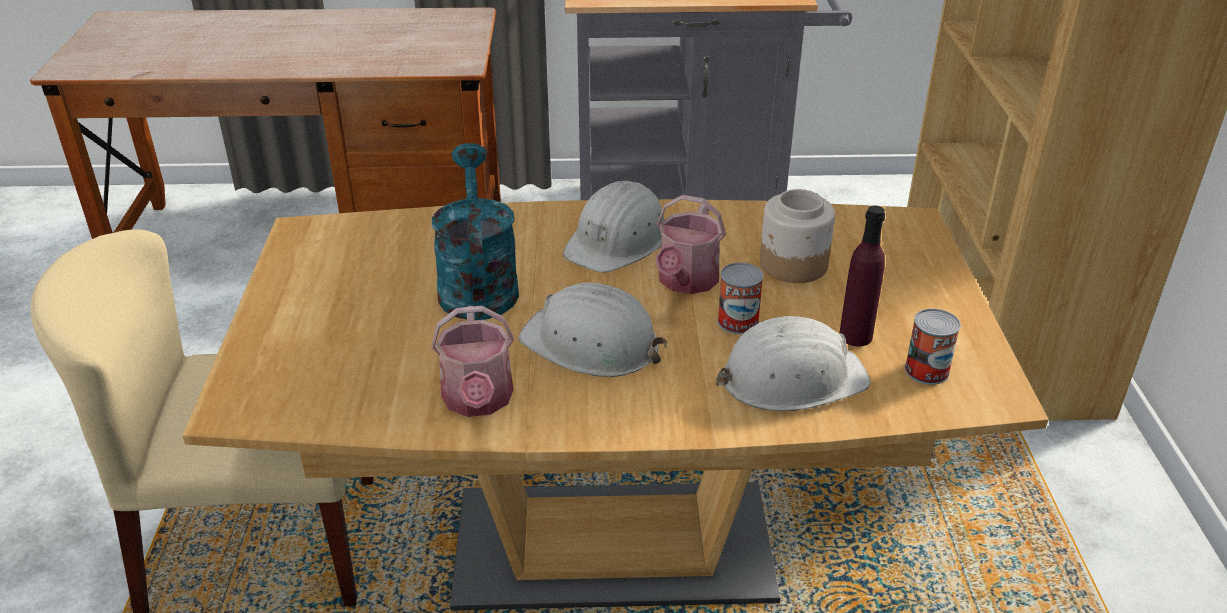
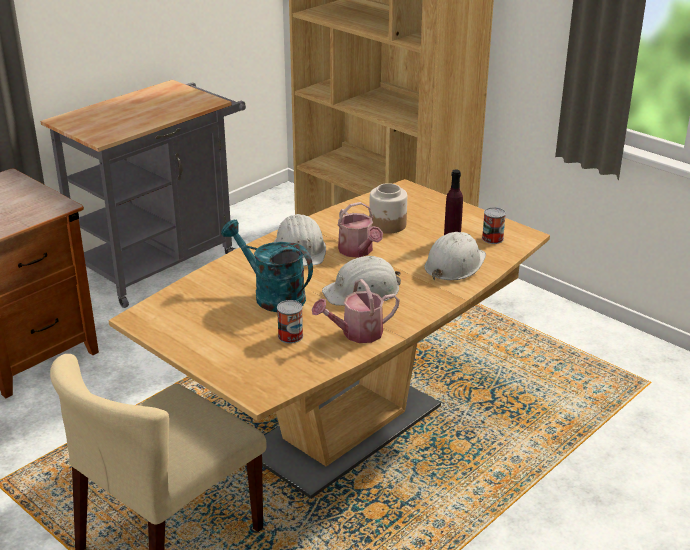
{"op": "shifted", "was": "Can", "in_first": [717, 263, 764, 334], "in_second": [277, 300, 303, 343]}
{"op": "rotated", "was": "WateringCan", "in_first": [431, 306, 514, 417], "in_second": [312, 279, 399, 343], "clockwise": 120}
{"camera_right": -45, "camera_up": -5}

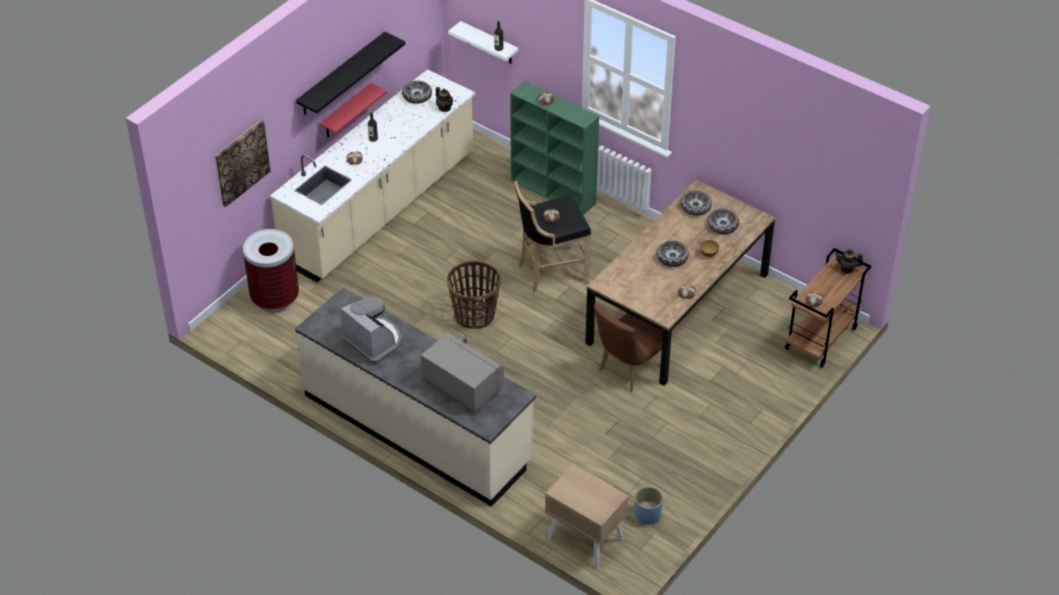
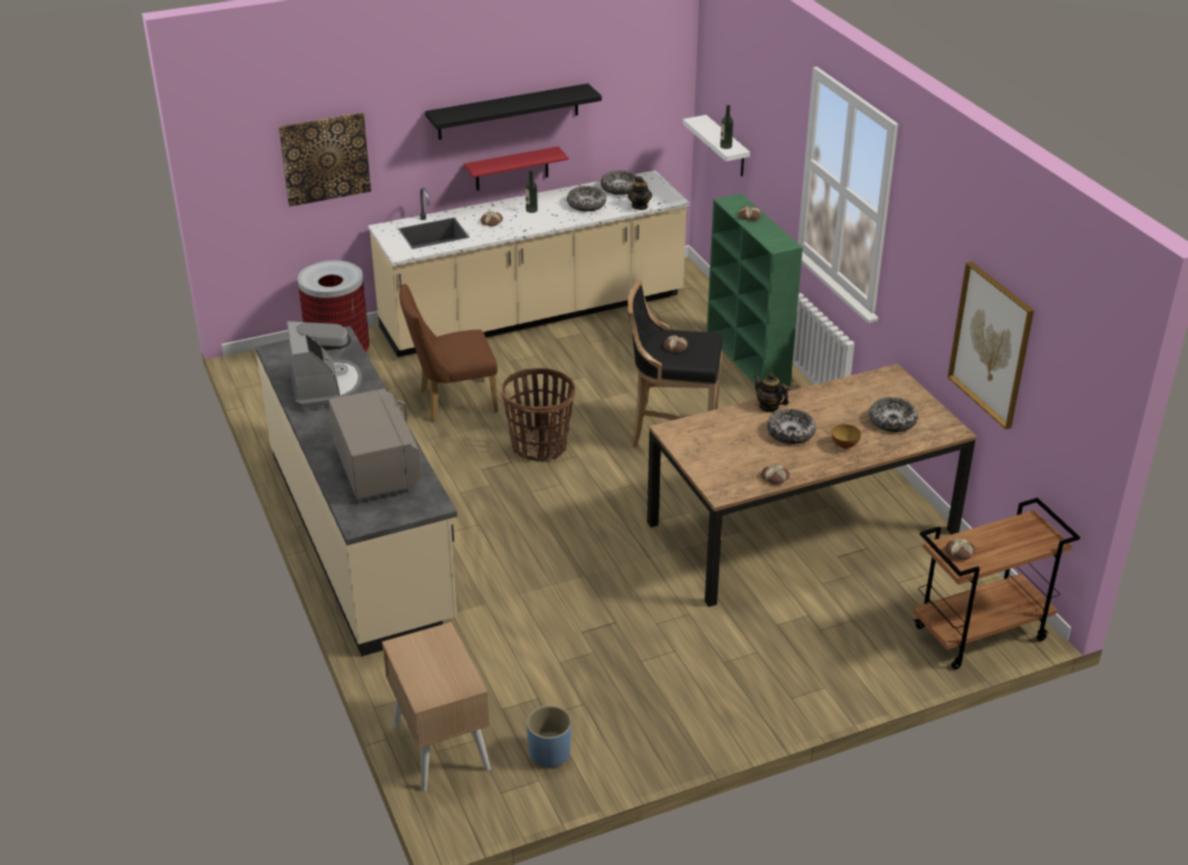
{"op": "new", "now": "Picture", "in_second": [948, 261, 1034, 429]}
{"op": "shifted", "was": "BrownChair", "in_first": [594, 304, 663, 392], "in_second": [399, 284, 498, 421]}
{"op": "shifted", "was": "Bowl", "in_first": [680, 190, 712, 216], "in_second": [567, 186, 606, 211]}
{"op": "shifted", "was": "Teapot", "in_first": [835, 249, 864, 274], "in_second": [753, 373, 789, 412]}
{"camera_right": 30, "camera_up": -10}

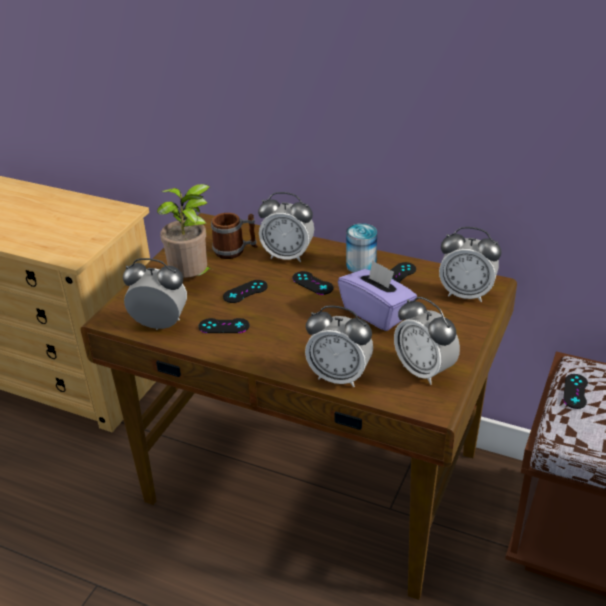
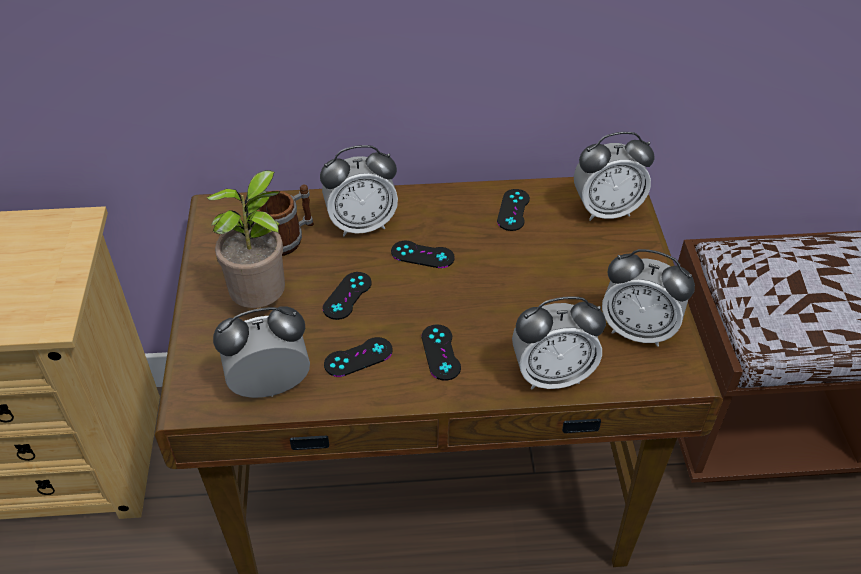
{"op": "gone", "was": "PurpleTissueBox", "in_first": [338, 260, 417, 331]}
{"op": "gone", "was": "Can", "in_first": [346, 223, 377, 273]}
{"op": "shifted", "was": "BlackGameController", "in_first": [563, 374, 588, 409], "in_second": [422, 324, 461, 381]}
{"camera_right": -30, "camera_up": 10}

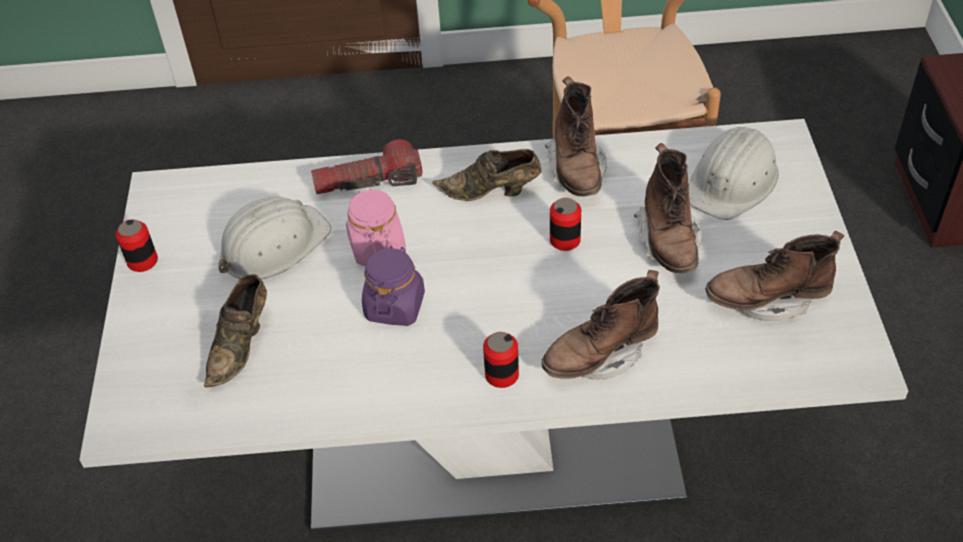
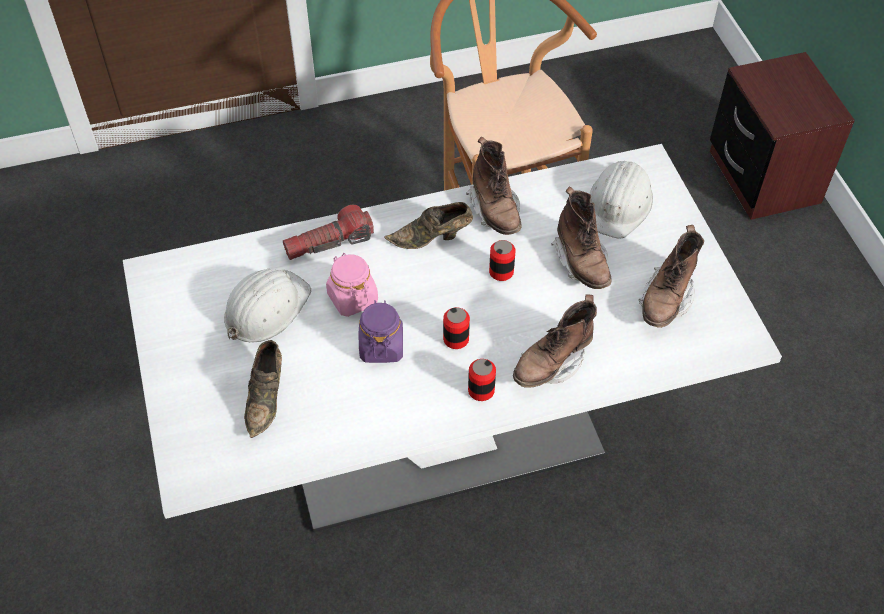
{"op": "shifted", "was": "Can", "in_first": [116, 219, 158, 272], "in_second": [443, 307, 470, 349]}
{"op": "rotated", "was": "BrownBoot", "in_first": [706, 231, 844, 321], "in_second": [639, 225, 704, 328], "clockwise": -45}
{"camera_right": -15, "camera_up": 5}

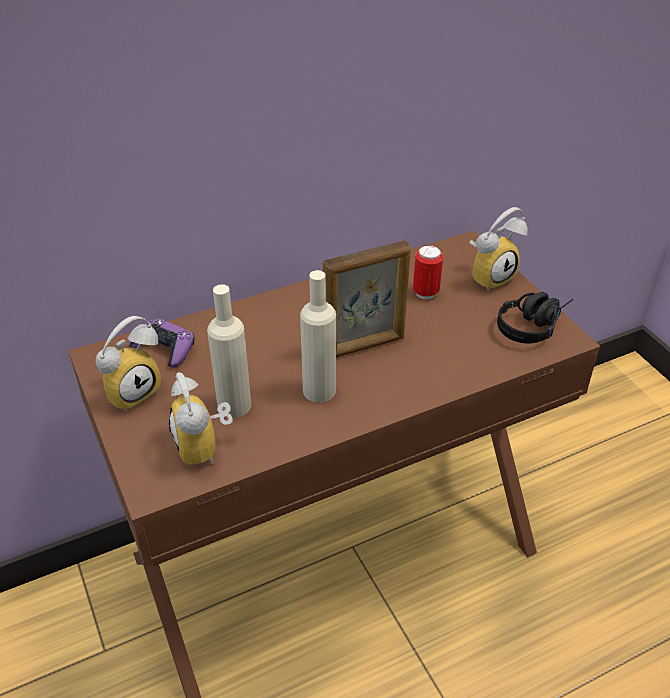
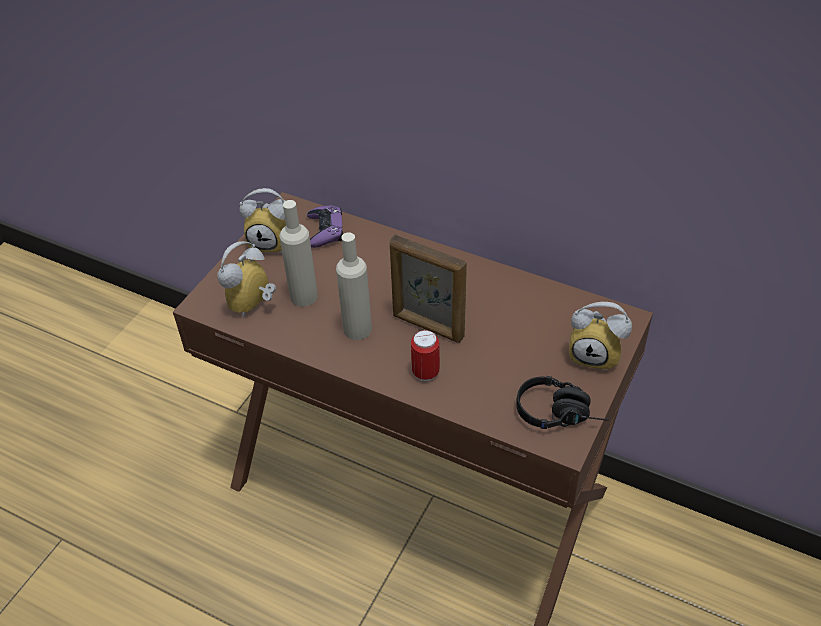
{"op": "shifted", "was": "Can", "in_first": [413, 245, 443, 299], "in_second": [411, 330, 440, 381]}
{"camera_right": 55, "camera_up": 5}

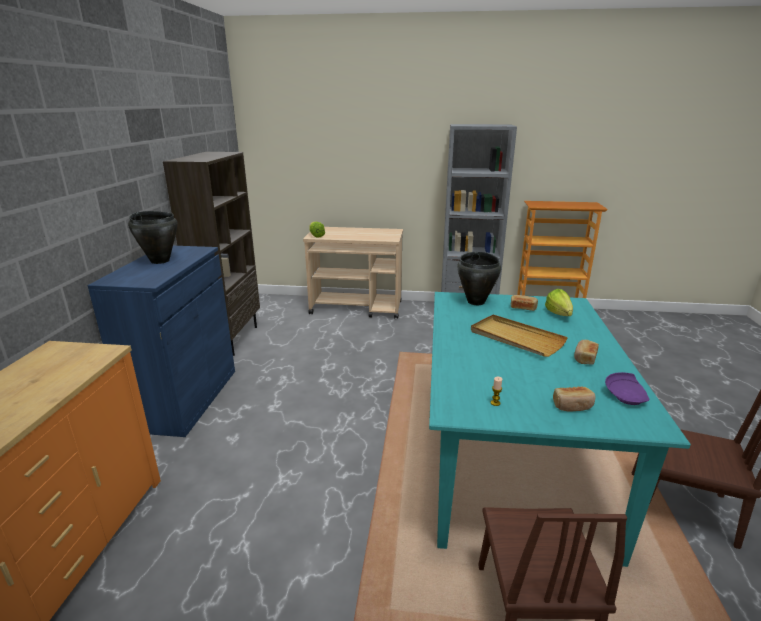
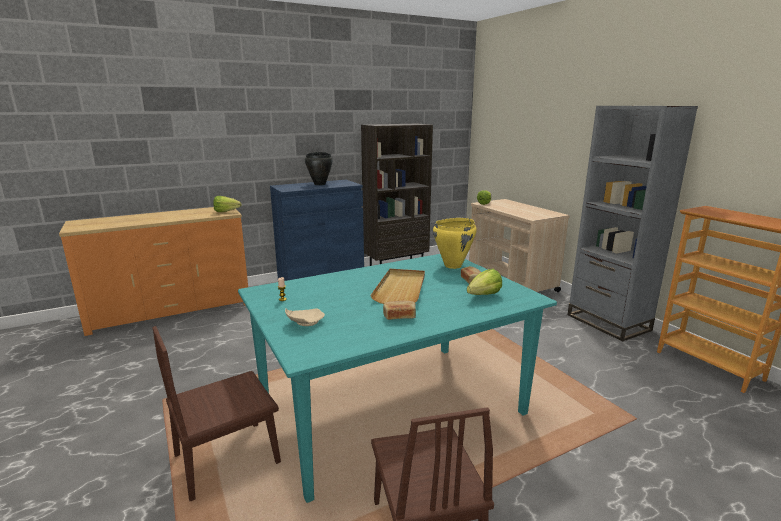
{"op": "gone", "was": "PurplePlate", "in_first": [605, 372, 649, 405]}
{"op": "new", "now": "Lettuce", "in_second": [213, 196, 241, 212]}
{"op": "swapped", "was": "Bread", "now": "BeigePlate", "in_first": [553, 387, 595, 411], "in_second": [285, 308, 325, 326]}
{"op": "repainted", "was": "BlackCookingPot", "now": "YellowCookingPot", "in_first": [457, 252, 501, 305], "in_second": [433, 218, 477, 269]}
{"camera_right": 55, "camera_up": -5}

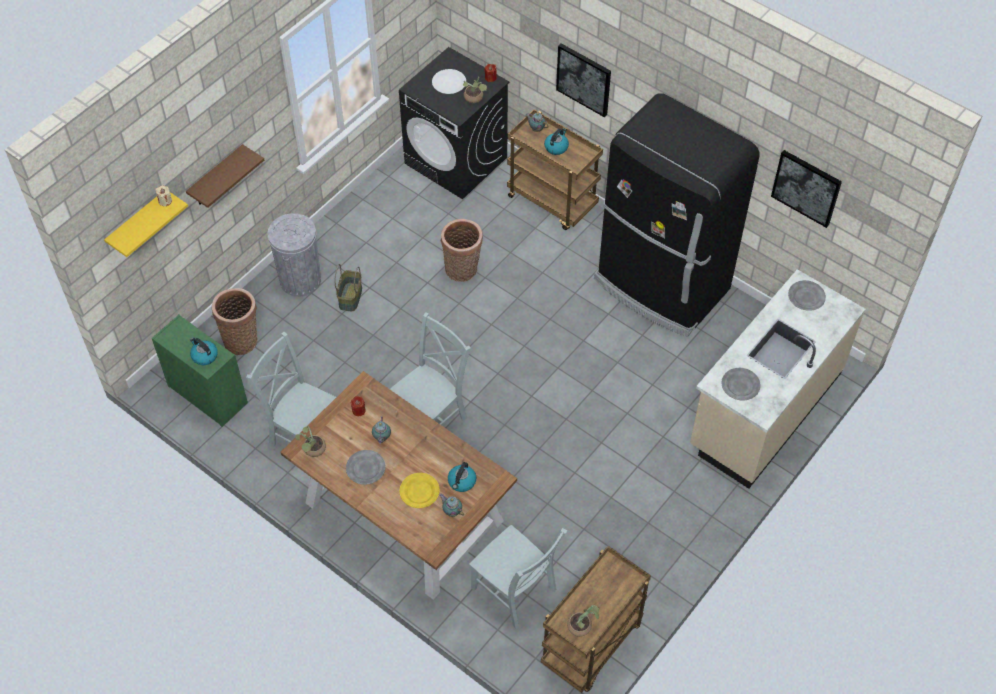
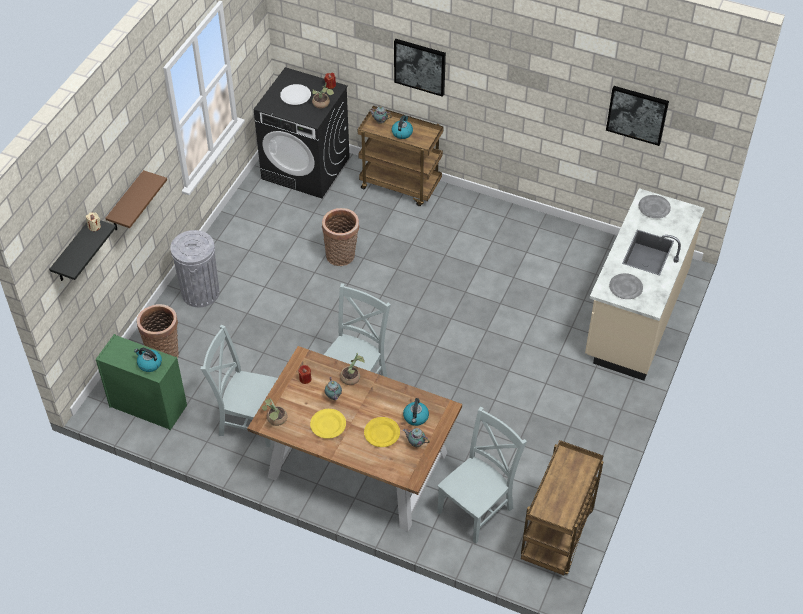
{"op": "gone", "was": "Basket", "in_first": [335, 264, 362, 311]}
{"op": "gone", "was": "BlackFridge", "in_first": [594, 93, 760, 337]}
{"op": "shifted", "was": "PottedPlant", "in_first": [567, 605, 599, 637], "in_second": [340, 353, 365, 385]}
{"op": "repainted", "was": "YellowShelf", "now": "BlackShelf", "in_first": [104, 192, 188, 257], "in_second": [49, 220, 116, 281]}
{"op": "repainted", "was": "GreyPlate", "now": "YellowPlate", "in_first": [346, 450, 386, 485], "in_second": [310, 409, 346, 439]}
{"op": "rotated", "was": "GreyChair", "in_first": [469, 525, 567, 629], "in_second": [437, 407, 527, 544], "clockwise": -75}
{"camera_right": -15, "camera_up": -5}

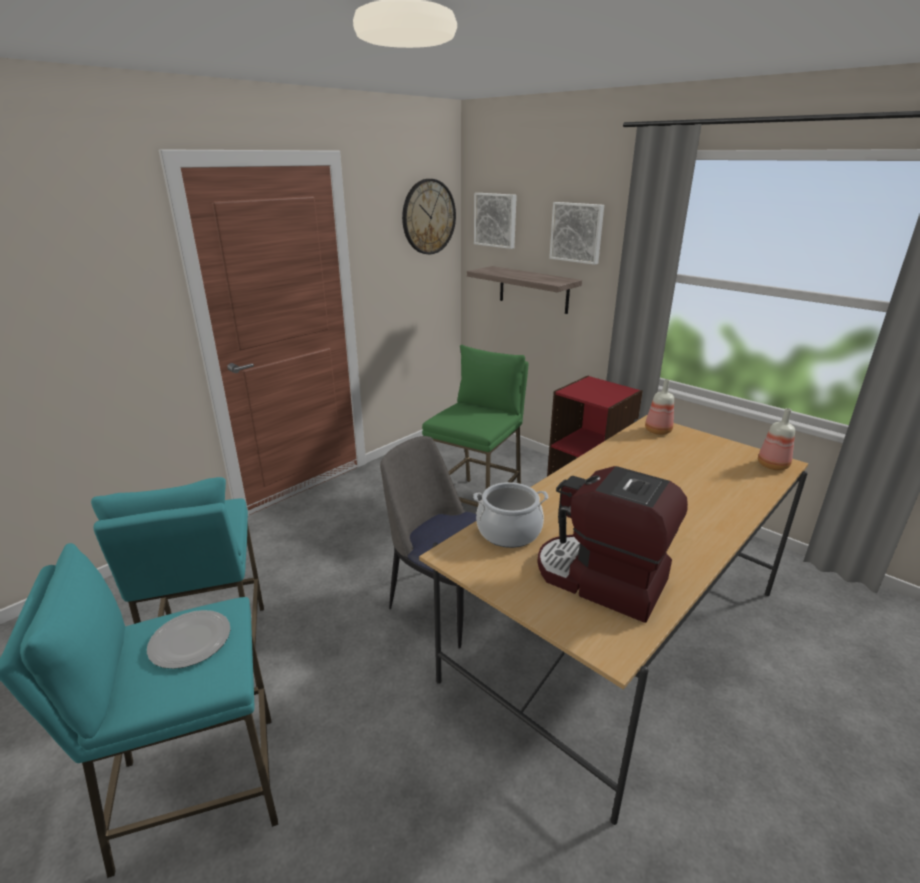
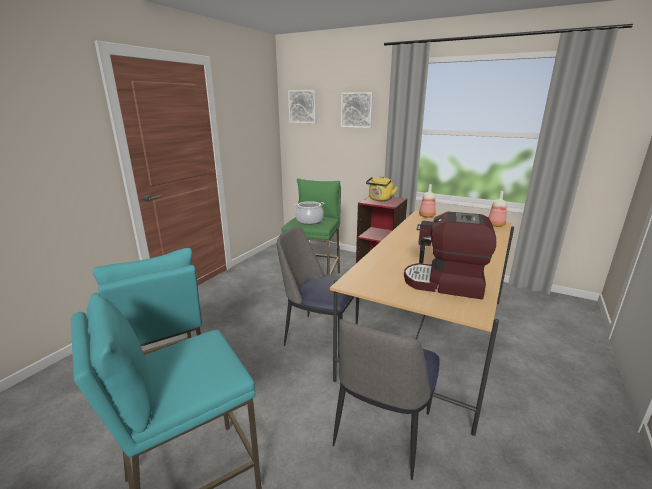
{"op": "gone", "was": "Plate", "in_first": [147, 610, 230, 669]}
{"op": "gone", "was": "WallClock", "in_first": [402, 179, 456, 254]}
{"op": "gone", "was": "Shelf", "in_first": [467, 266, 582, 314]}
{"op": "new", "now": "Chair", "in_second": [333, 319, 440, 480]}
{"op": "new", "now": "YellowKettle", "in_second": [366, 176, 398, 201]}
{"op": "shifted", "was": "CookingPot", "in_first": [473, 482, 548, 548], "in_second": [294, 201, 325, 225]}
{"camera_right": -15, "camera_up": -5}

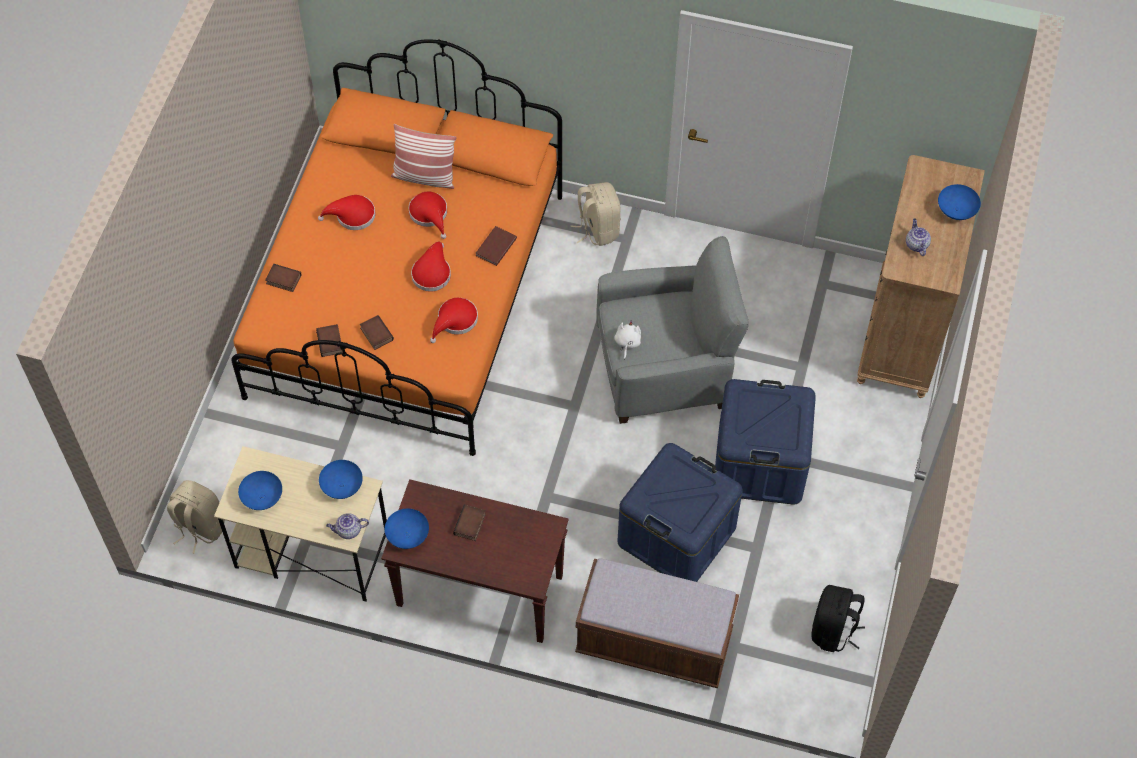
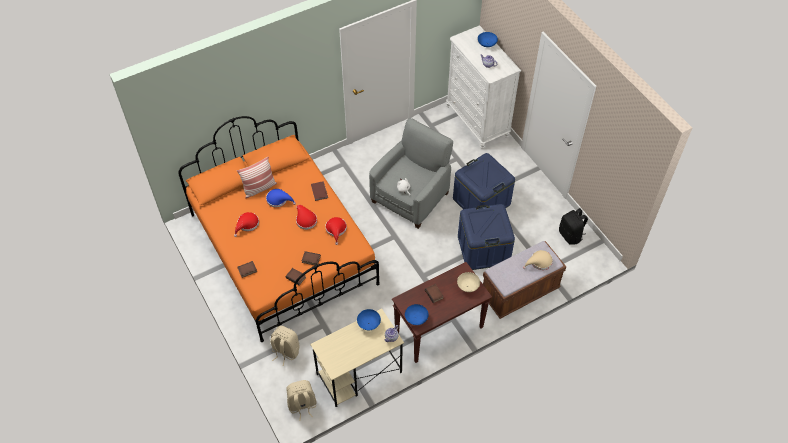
{"op": "gone", "was": "BlueBowl", "in_first": [238, 471, 282, 510]}
{"op": "new", "now": "BeigeBowl", "in_second": [457, 272, 480, 292]}
{"op": "new", "now": "BeigeHat", "in_second": [523, 250, 553, 270]}
{"op": "shifted", "was": "BeigeBackpack", "in_first": [570, 182, 621, 246], "in_second": [270, 326, 299, 366]}
{"op": "repainted", "was": "RedHat", "now": "BlueHat", "in_first": [409, 192, 447, 239], "in_second": [266, 189, 296, 207]}
{"op": "repainted", "was": "BrownDresser", "now": "WhiteDresser", "in_first": [857, 155, 985, 398], "in_second": [446, 25, 521, 149]}
{"camera_right": -45, "camera_up": -5}

